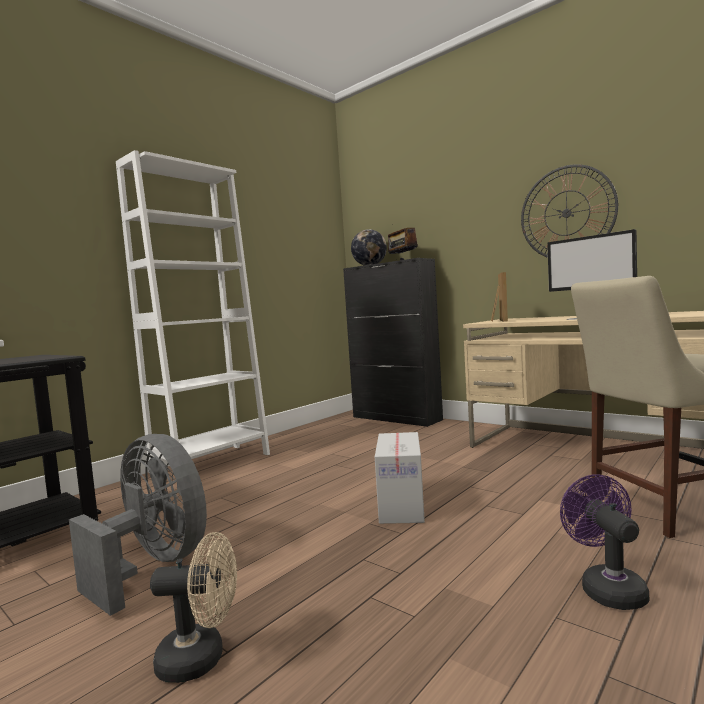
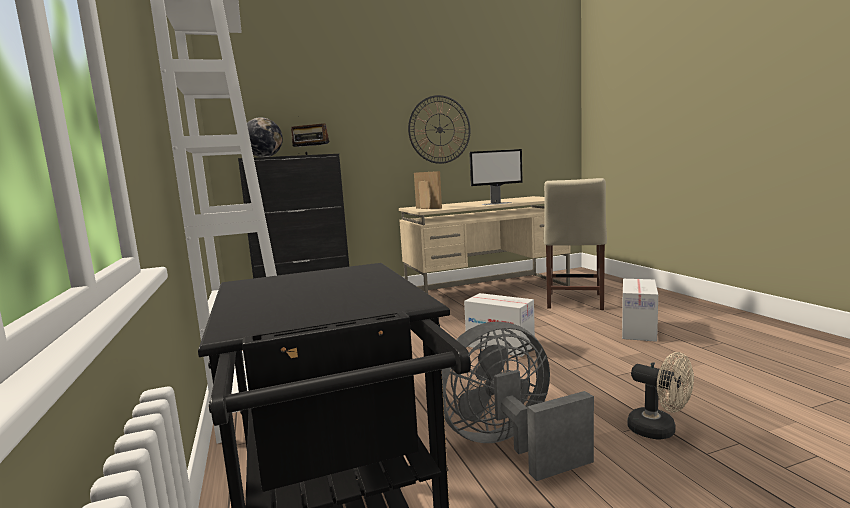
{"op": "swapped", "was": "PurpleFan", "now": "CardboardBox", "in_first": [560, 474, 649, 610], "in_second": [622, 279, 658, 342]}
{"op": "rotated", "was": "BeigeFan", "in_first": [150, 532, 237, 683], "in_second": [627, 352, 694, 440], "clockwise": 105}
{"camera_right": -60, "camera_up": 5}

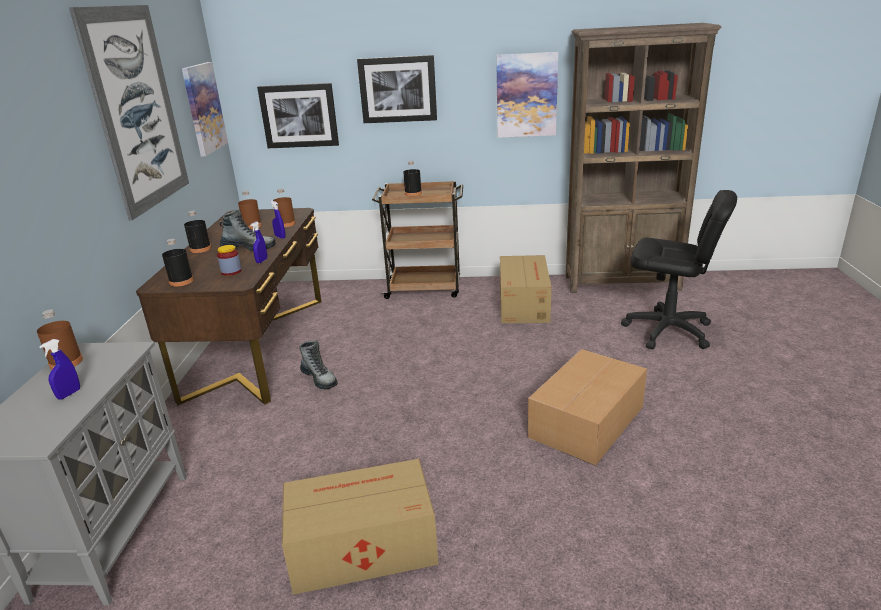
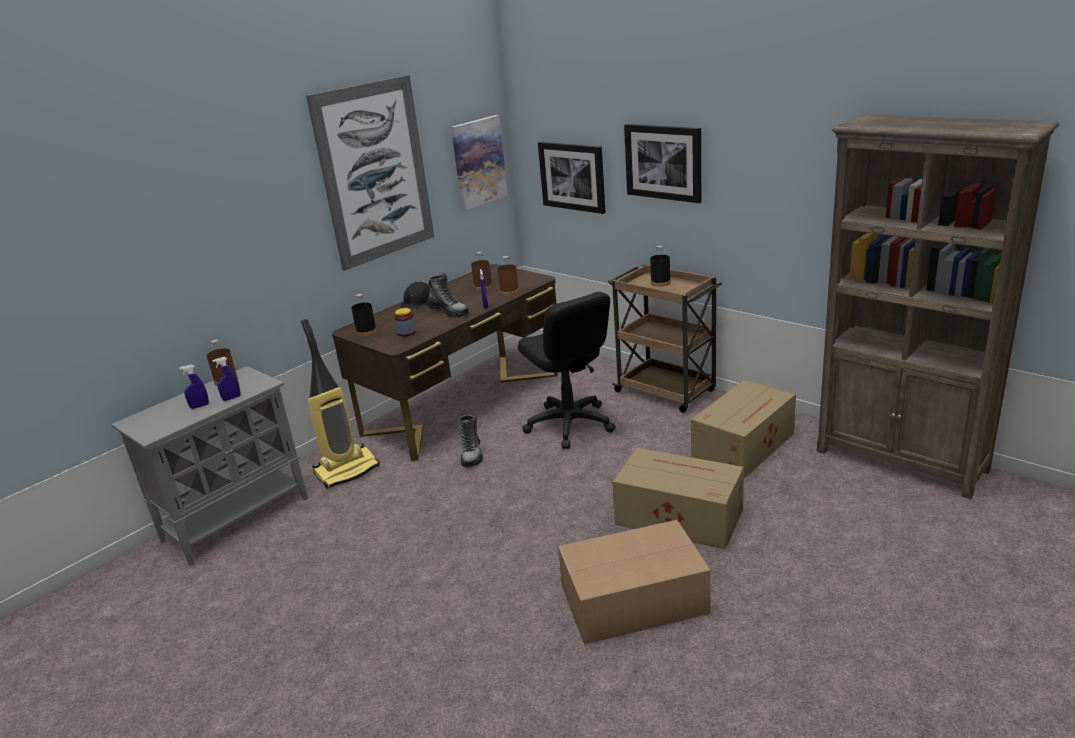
{"op": "gone", "was": "Picture", "in_first": [496, 52, 558, 138]}
{"op": "new", "now": "VacuumCleaner", "in_second": [301, 319, 380, 489]}
{"op": "shifted", "was": "BlueSprayBottle", "in_first": [250, 221, 267, 263], "in_second": [212, 357, 241, 401]}
{"op": "shifted", "was": "CardboardBox", "in_first": [282, 459, 439, 595], "in_second": [612, 448, 744, 550]}
{"op": "shifted", "was": "BlackOfficeChair", "in_first": [621, 190, 737, 349], "in_second": [518, 292, 616, 449]}
{"op": "swapped", "was": "BlackBottle", "now": "BlackHardHat", "in_first": [184, 211, 211, 253], "in_second": [399, 282, 430, 310]}
{"camera_right": 40, "camera_up": 0}

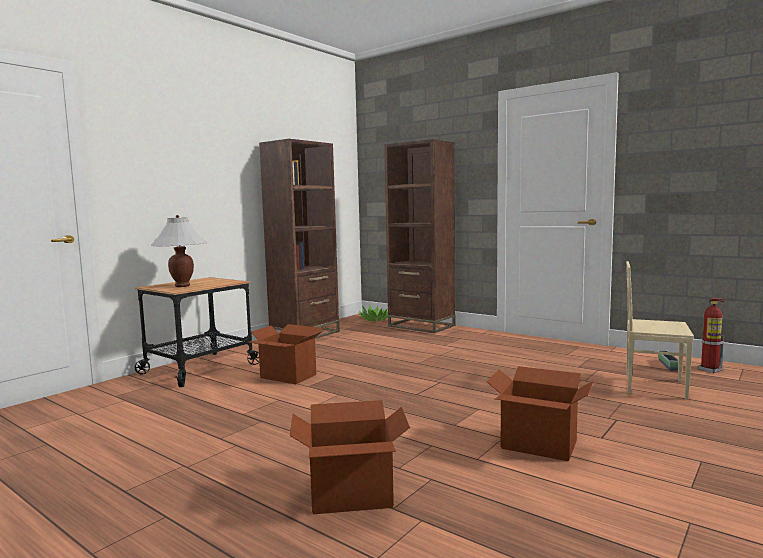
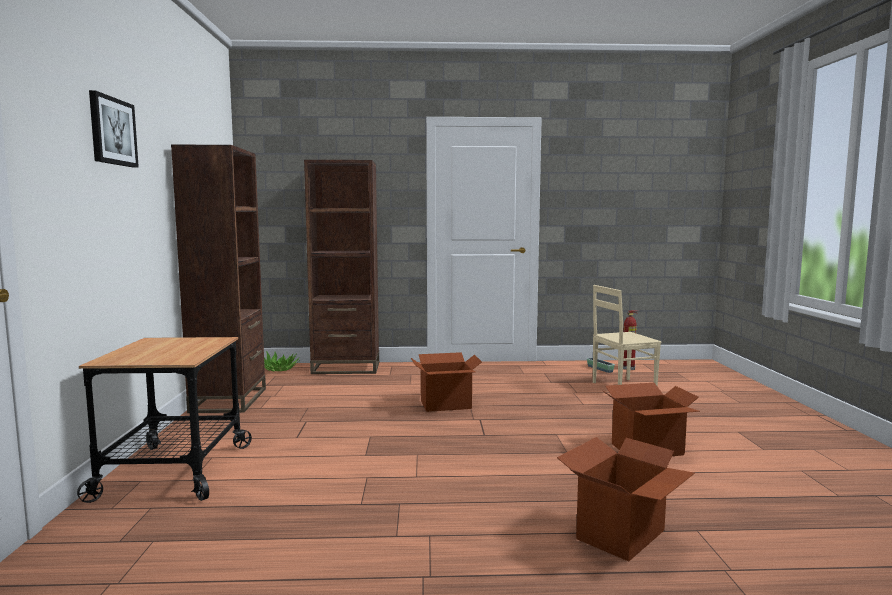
{"op": "gone", "was": "WhiteTableLamp", "in_first": [151, 215, 207, 287]}
{"op": "new", "now": "Picture", "in_second": [89, 90, 139, 168]}
{"op": "shifted", "was": "CardboardBox", "in_first": [249, 324, 323, 384], "in_second": [411, 352, 482, 412]}
{"camera_right": -40, "camera_up": 0}

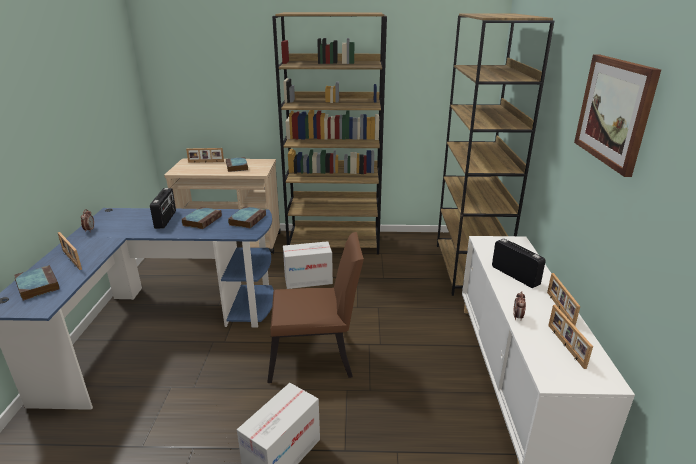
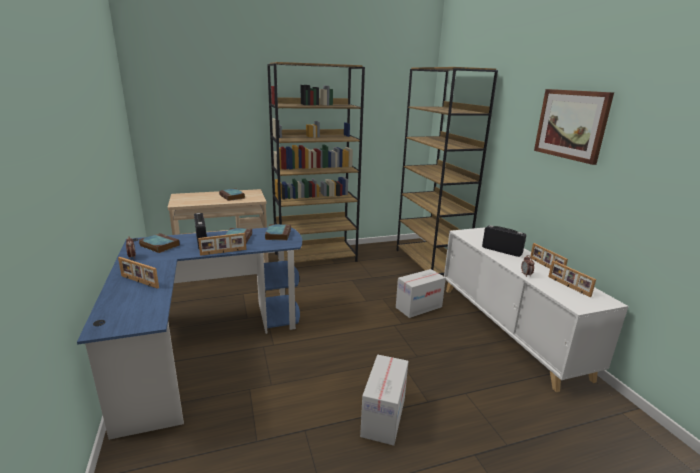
{"op": "gone", "was": "BrownChair", "in_first": [267, 232, 364, 383]}
{"op": "shifted", "was": "Book", "in_first": [14, 265, 60, 301], "in_second": [139, 233, 180, 253]}
{"op": "shifted", "was": "PictureFrame", "in_first": [186, 148, 224, 163], "in_second": [198, 233, 246, 256]}
{"op": "shifted", "was": "CardboardBox", "in_first": [283, 241, 333, 289], "in_second": [396, 269, 446, 318]}
{"camera_right": -20, "camera_up": -5}

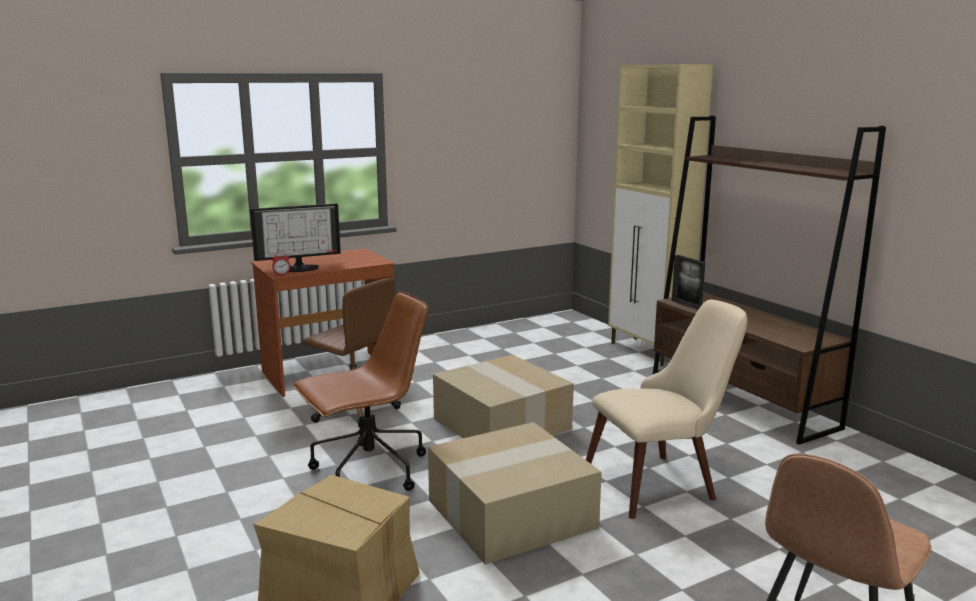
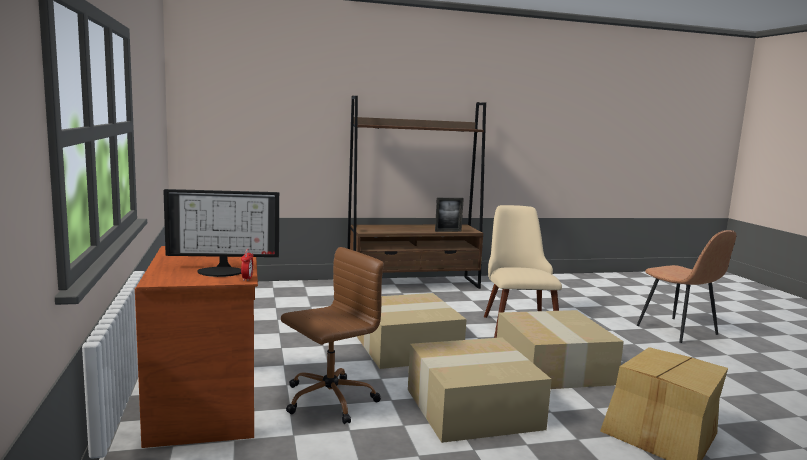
{"op": "gone", "was": "BeigeCabinet", "in_first": [608, 64, 713, 366]}
{"op": "shifted", "was": "PictureFrame", "in_first": [672, 255, 706, 310], "in_second": [435, 198, 464, 232]}
{"op": "swapped", "was": "BrownOfficeChair", "now": "CardboardBox", "in_first": [293, 292, 429, 491], "in_second": [408, 337, 552, 443]}
{"op": "rotated", "was": "Monitor", "in_first": [250, 204, 341, 272], "in_second": [163, 189, 279, 277], "clockwise": 90}
{"camera_right": -75, "camera_up": -5}

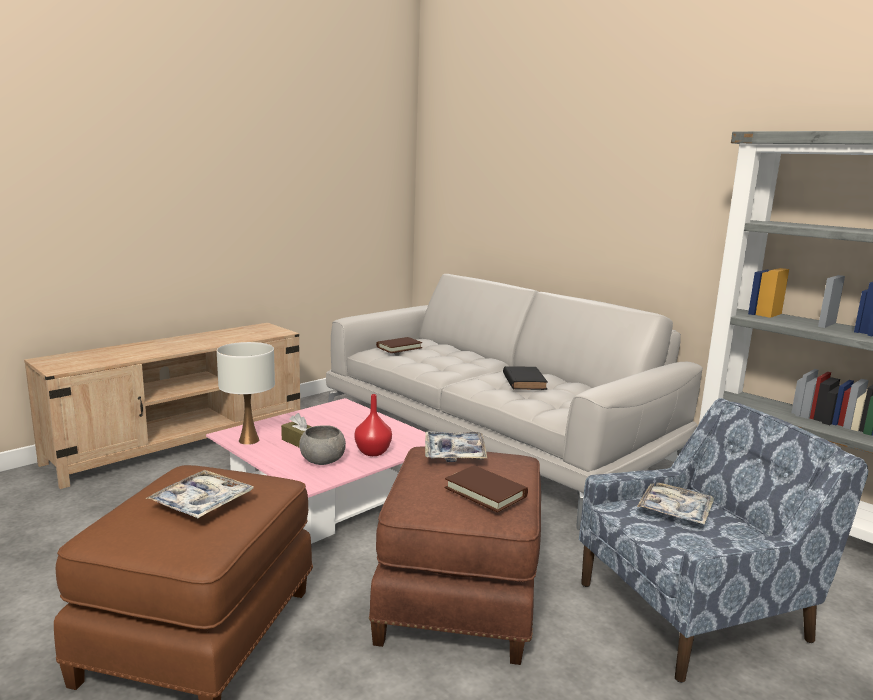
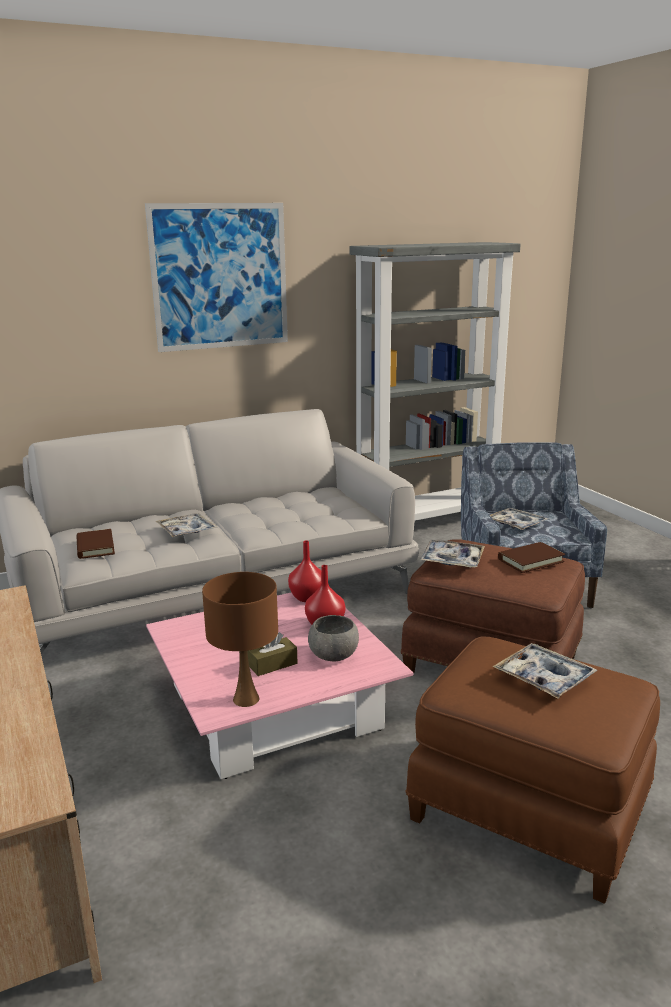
{"op": "gone", "was": "BlackBook", "in_first": [503, 366, 548, 390]}
{"op": "new", "now": "Picture", "in_second": [145, 203, 288, 352]}
{"op": "new", "now": "Tray", "in_second": [156, 513, 218, 537]}
{"op": "new", "now": "RedVase", "in_second": [288, 540, 321, 602]}
{"op": "repainted", "was": "WhiteTableLamp", "now": "BrownTableLamp", "in_first": [217, 342, 275, 445], "in_second": [202, 572, 278, 707]}
{"camera_right": -70, "camera_up": 5}

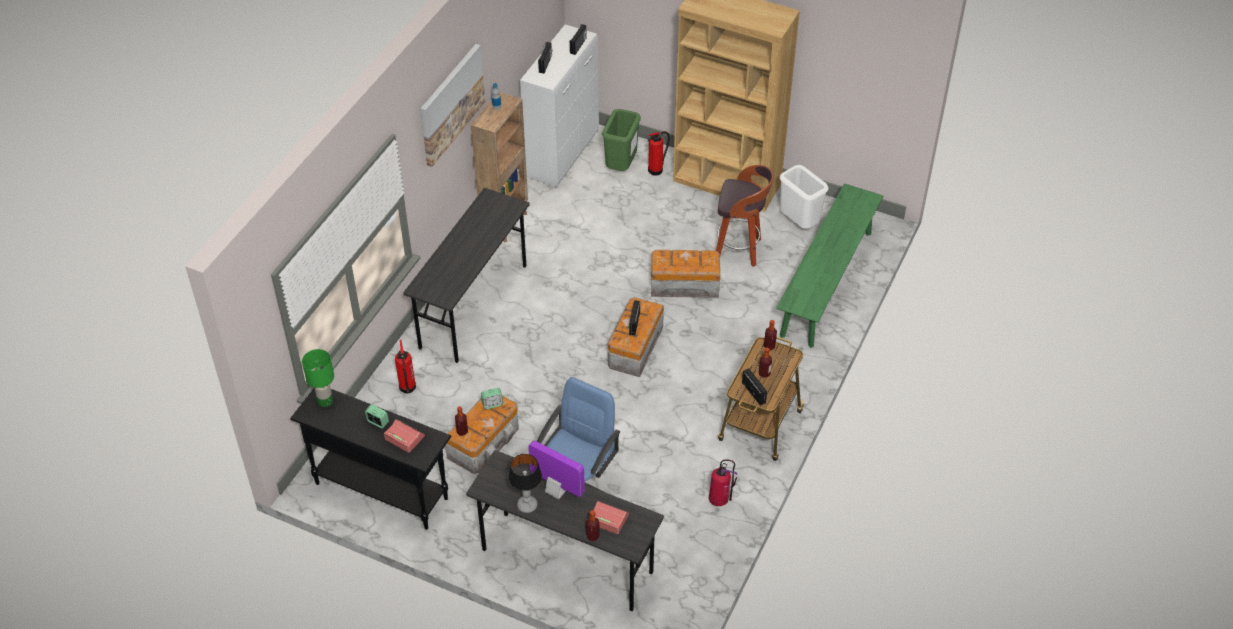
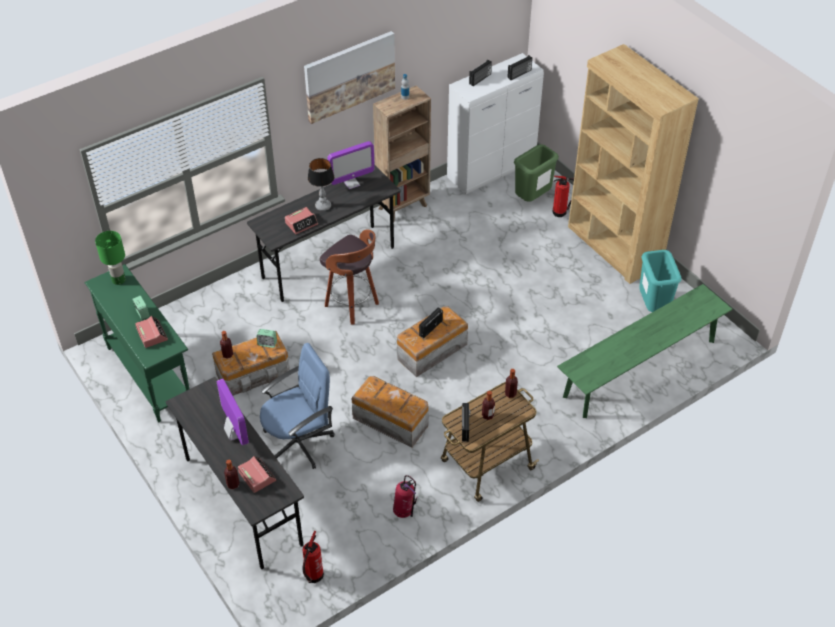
{"op": "new", "now": "AlarmClock", "in_second": [285, 207, 318, 234]}
{"op": "new", "now": "Monitor", "in_second": [327, 141, 375, 189]}
{"op": "shifted", "was": "FireExtinguisher", "in_first": [395, 340, 416, 393], "in_second": [302, 531, 324, 583]}
{"op": "shifted", "was": "TableLamp", "in_first": [508, 454, 542, 513], "in_second": [308, 158, 334, 211]}
{"op": "shifted", "was": "StorageBox", "in_first": [651, 250, 720, 298], "in_second": [351, 376, 429, 448]}
{"op": "shifted", "was": "Stool", "in_first": [716, 165, 774, 267], "in_second": [320, 229, 379, 325]}
{"op": "repainted", "was": "BlackConsoleTable", "now": "GreenConsoleTable", "in_first": [290, 388, 451, 530], "in_second": [84, 264, 190, 422]}
{"op": "repainted", "was": "WhiteTrashCan", "now": "TurquoiseTrashCan", "in_first": [780, 165, 829, 229], "in_second": [639, 250, 682, 312]}
{"camera_right": 30, "camera_up": 0}

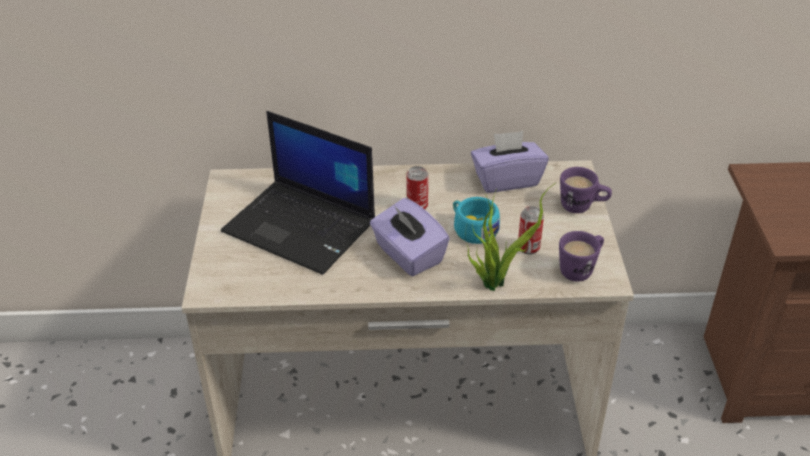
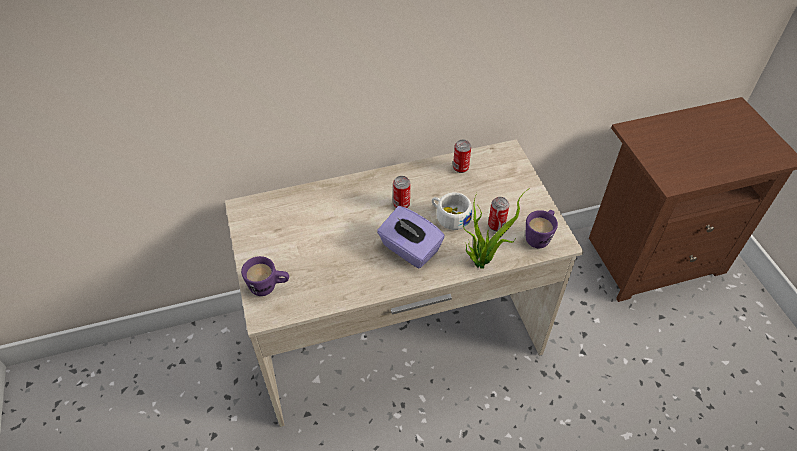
{"op": "gone", "was": "Laptop", "in_first": [221, 111, 375, 275]}
{"op": "shifted", "was": "PurpleMug", "in_first": [560, 167, 612, 213], "in_second": [241, 256, 289, 296]}
{"op": "swapped", "was": "PurpleTissueBox", "now": "Can", "in_first": [471, 131, 549, 193], "in_second": [453, 140, 471, 173]}
{"op": "repainted", "was": "TurquoiseCup", "now": "WhiteCup", "in_first": [453, 197, 500, 244], "in_second": [432, 192, 472, 230]}
{"camera_right": -15, "camera_up": 10}

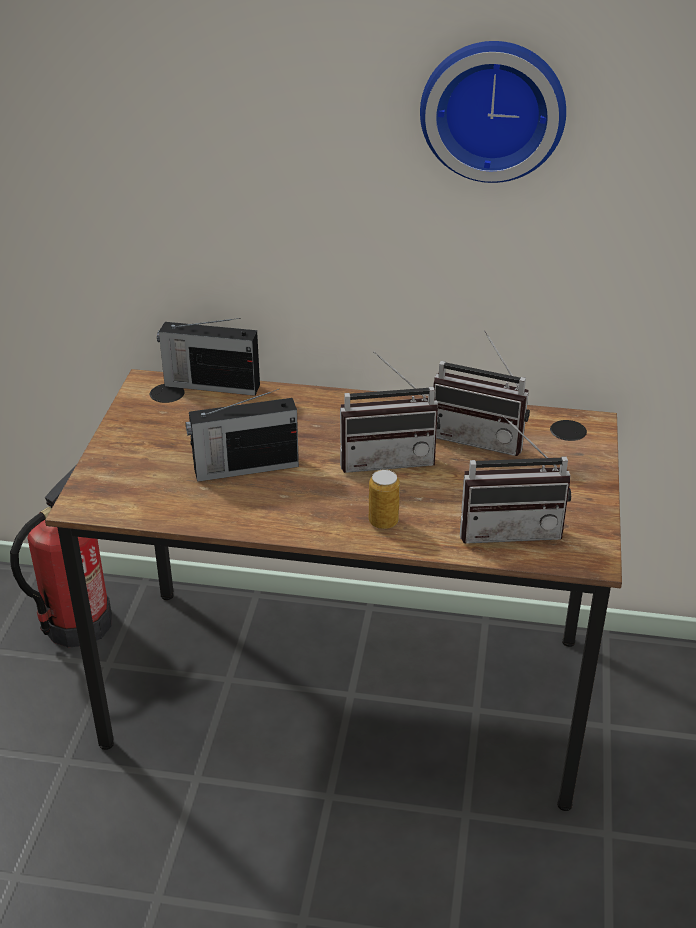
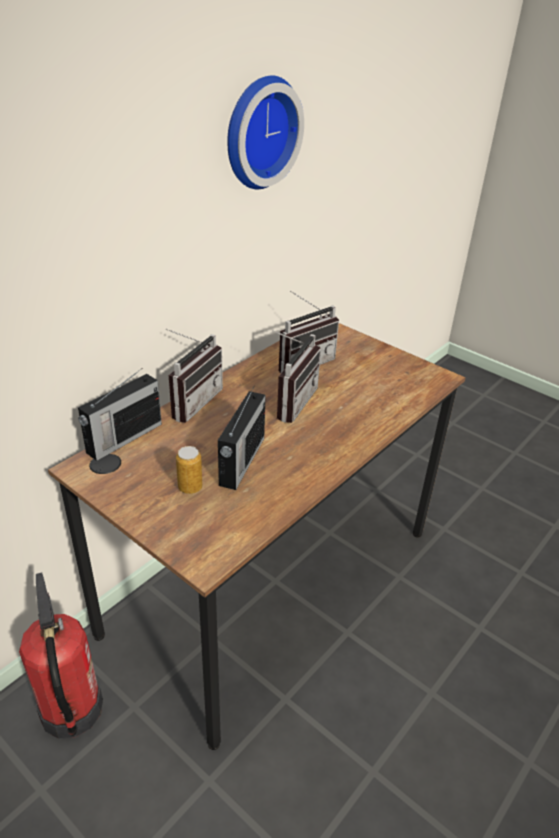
{"op": "shifted", "was": "Can", "in_first": [369, 469, 400, 529], "in_second": [176, 446, 202, 494]}
{"op": "shifted", "was": "Radio", "in_first": [460, 415, 571, 544], "in_second": [166, 329, 223, 423]}
{"camera_right": -60, "camera_up": 0}

